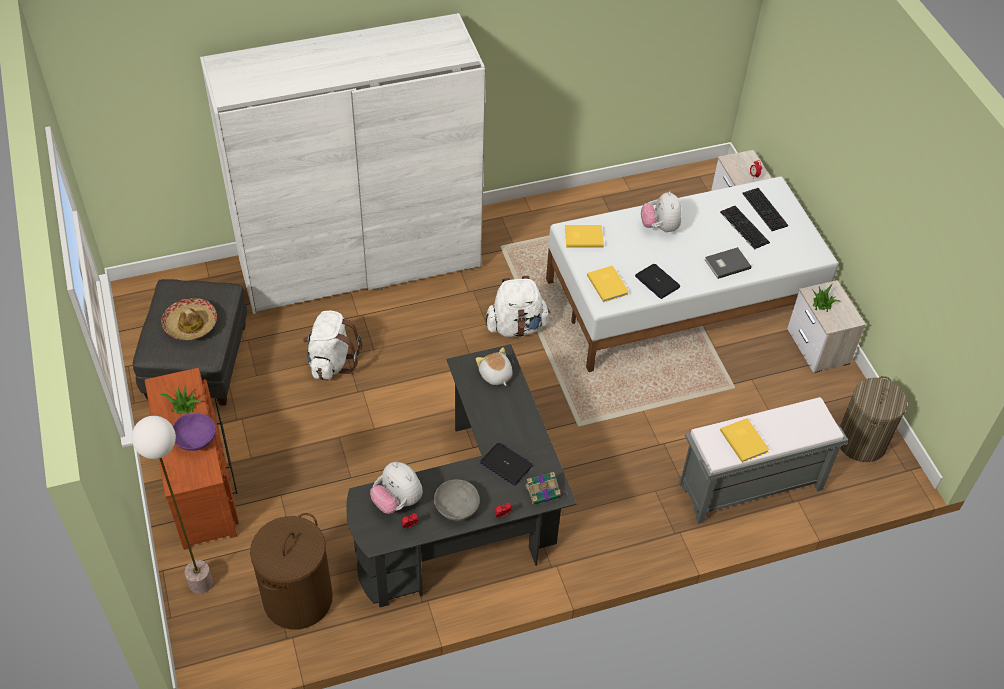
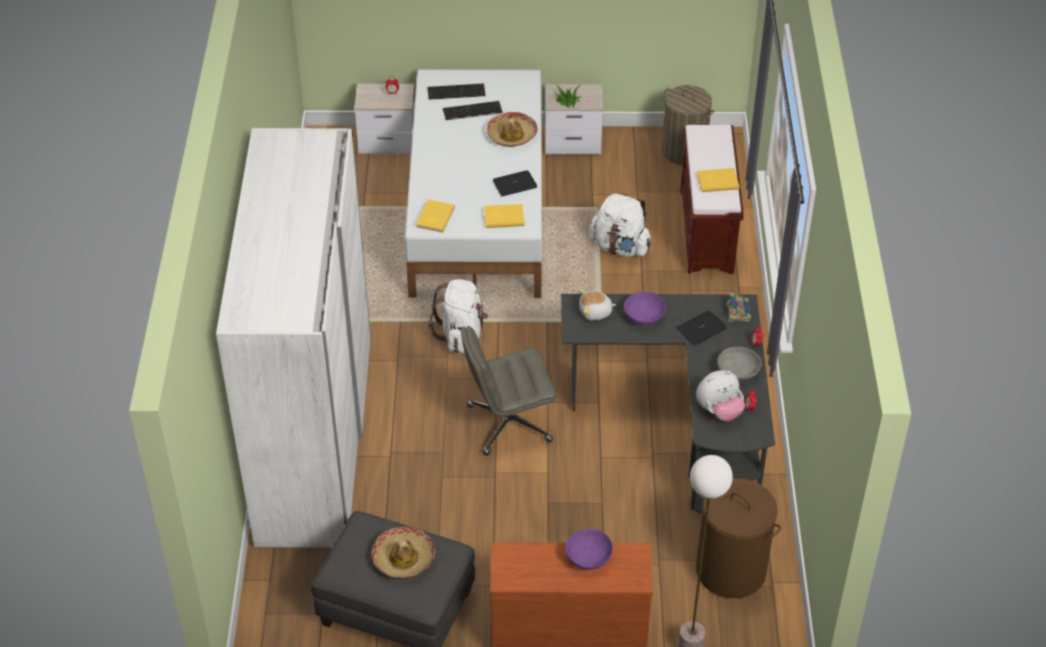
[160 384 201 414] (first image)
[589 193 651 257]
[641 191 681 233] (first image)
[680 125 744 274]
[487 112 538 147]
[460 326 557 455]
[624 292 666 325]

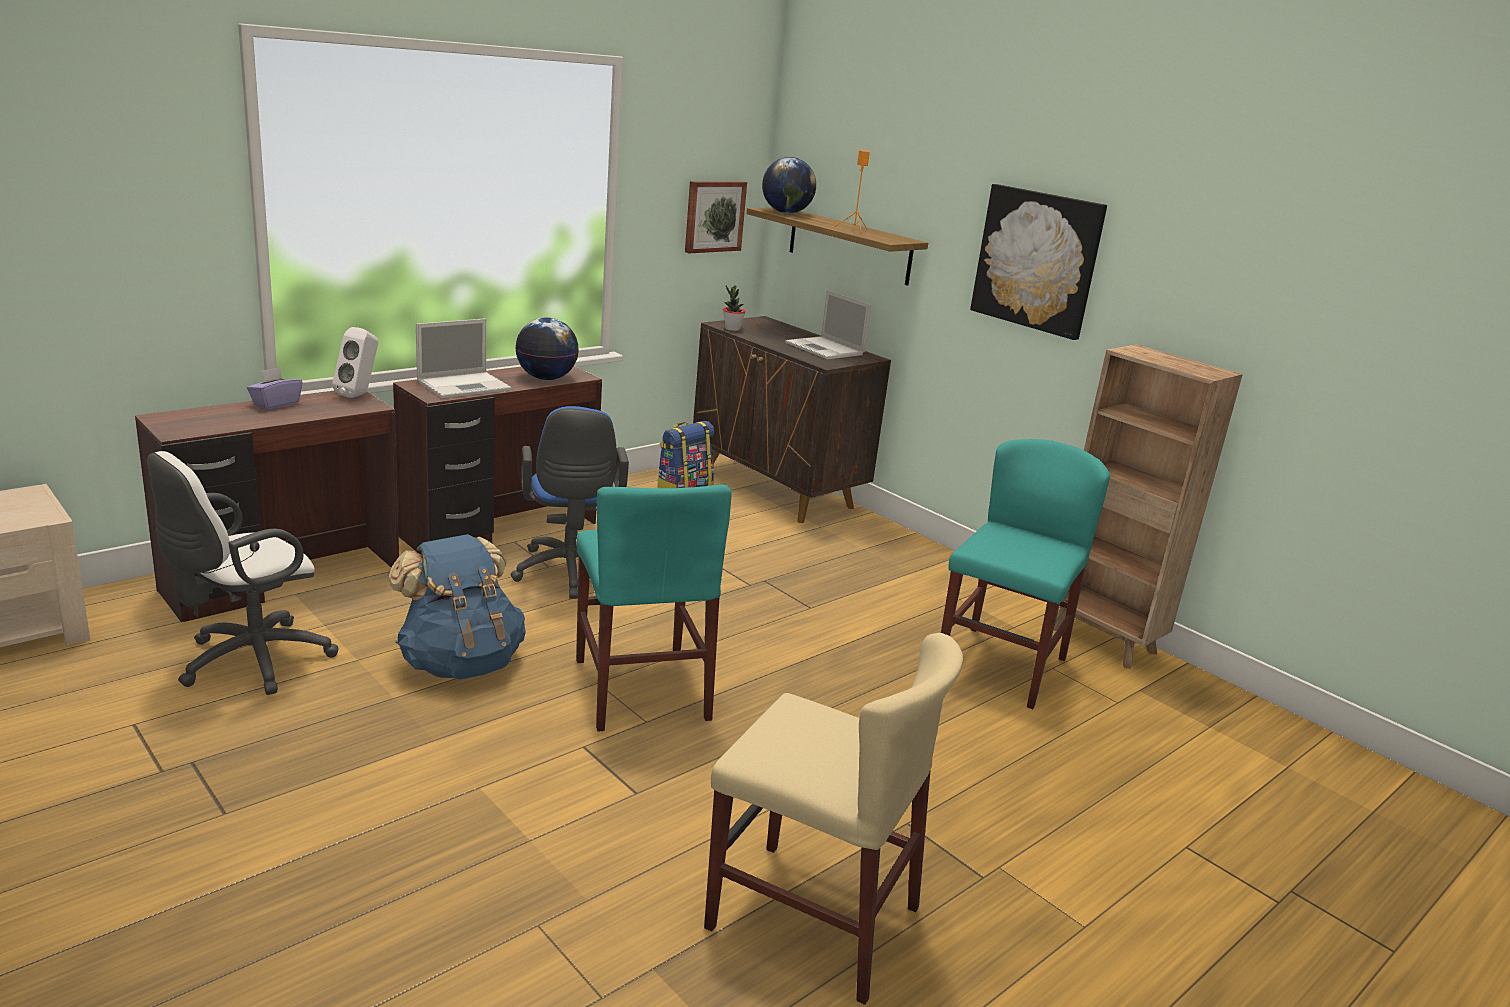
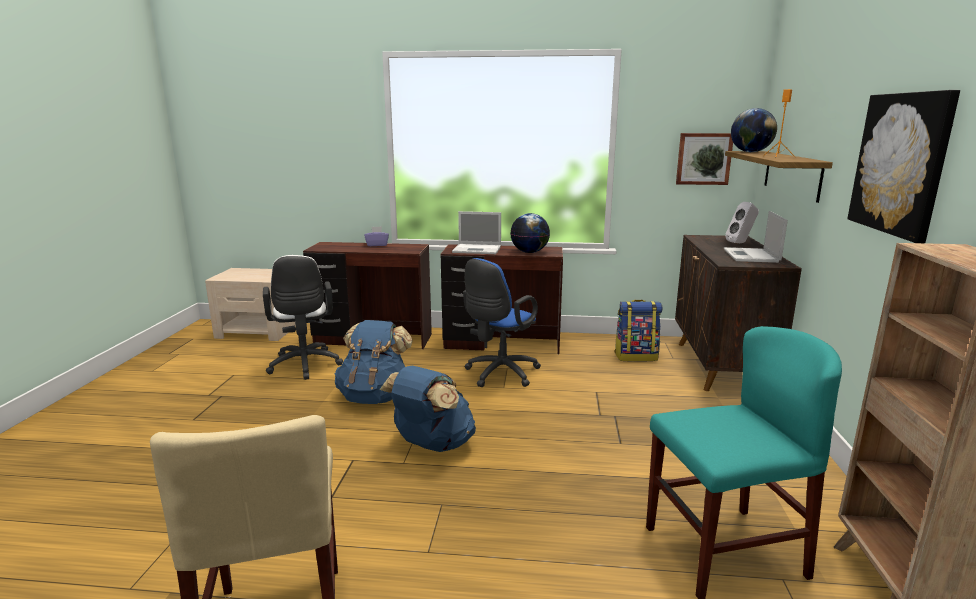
[263 255 343 380]
[725 202 759 243]
[379 366 476 452]
[723 285 746 331] (first image)

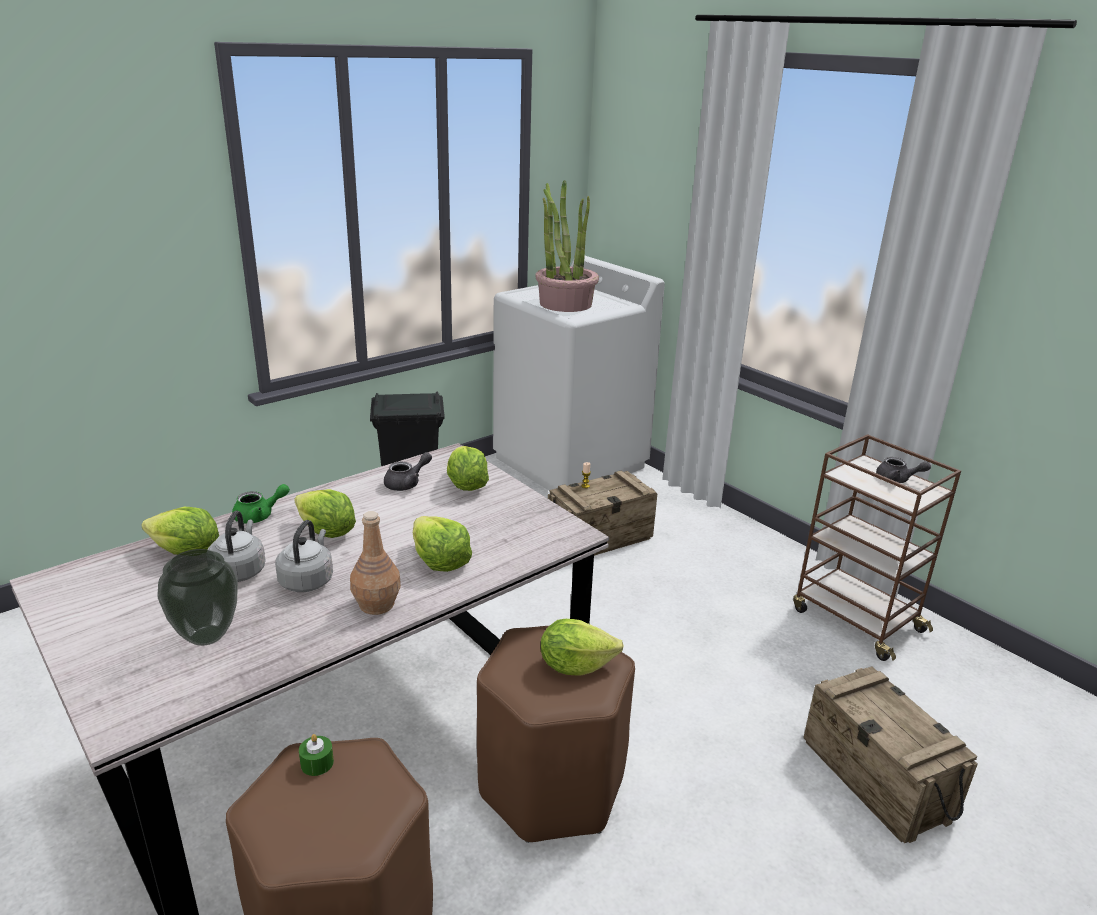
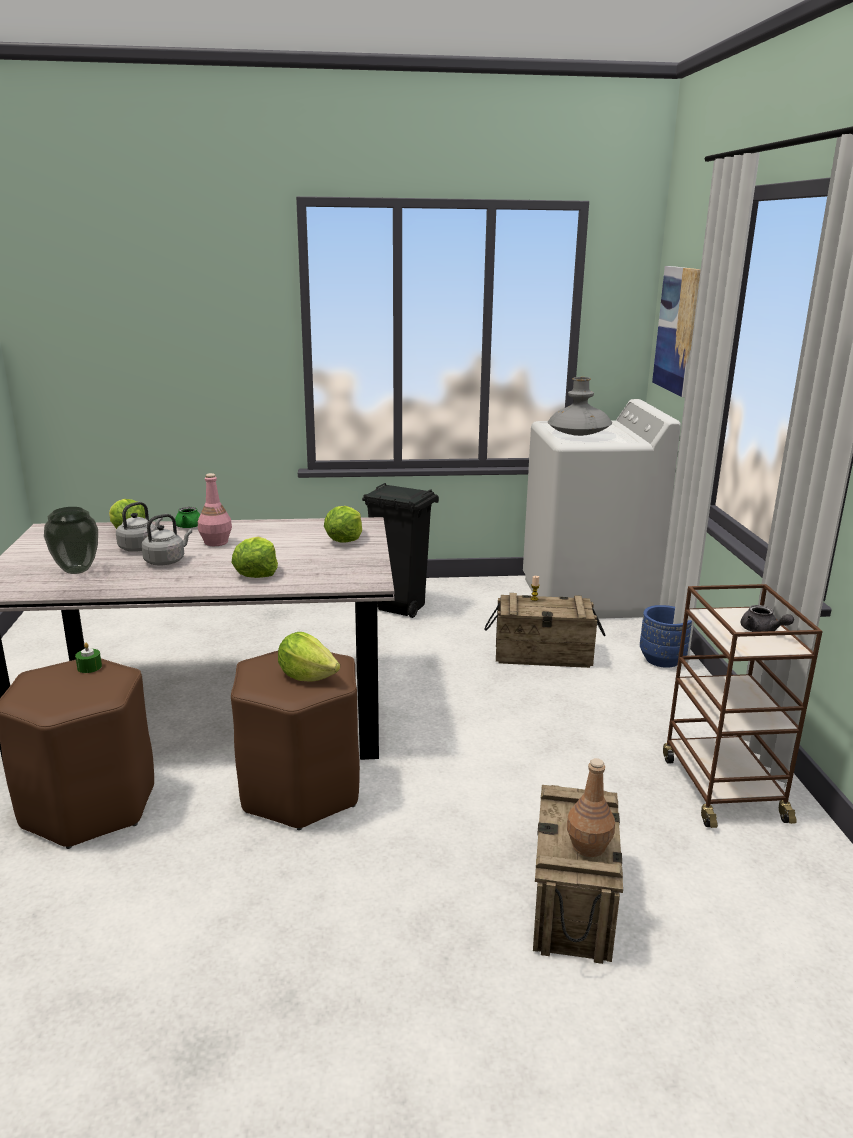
[198 473 232 546]
[567 758 615 857]
[384 452 432 491] (first image)
[548 377 612 436]
[640 605 692 668]
[652 266 701 397]

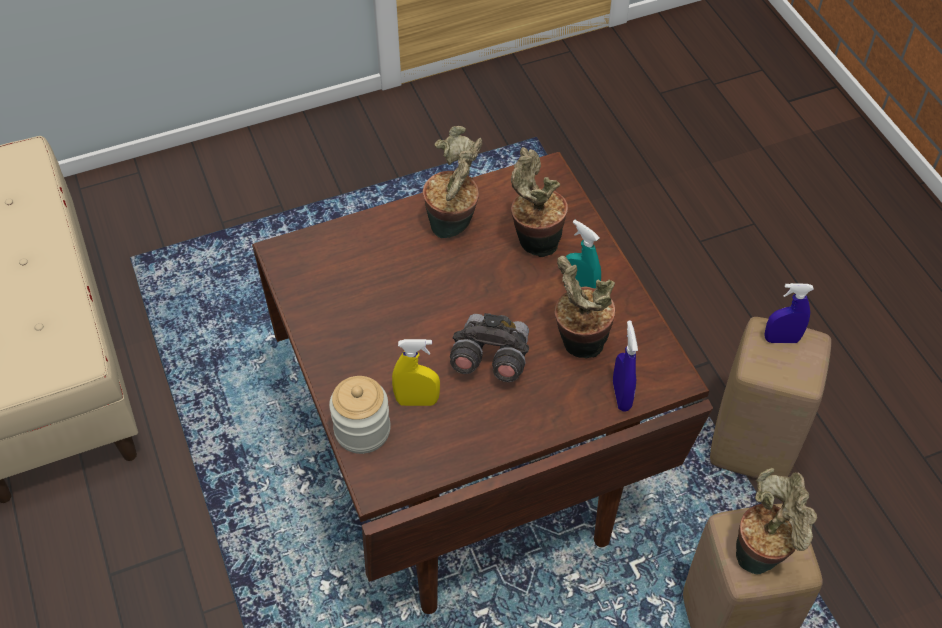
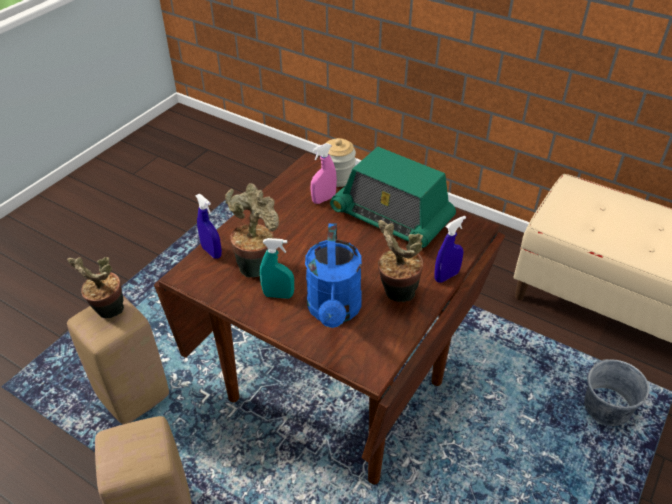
[311 143 337 204]
[450 313 529 382] (first image)
[305 224 362 328]
[434 216 466 283]
[330 147 456 248]
[584 359 650 426]

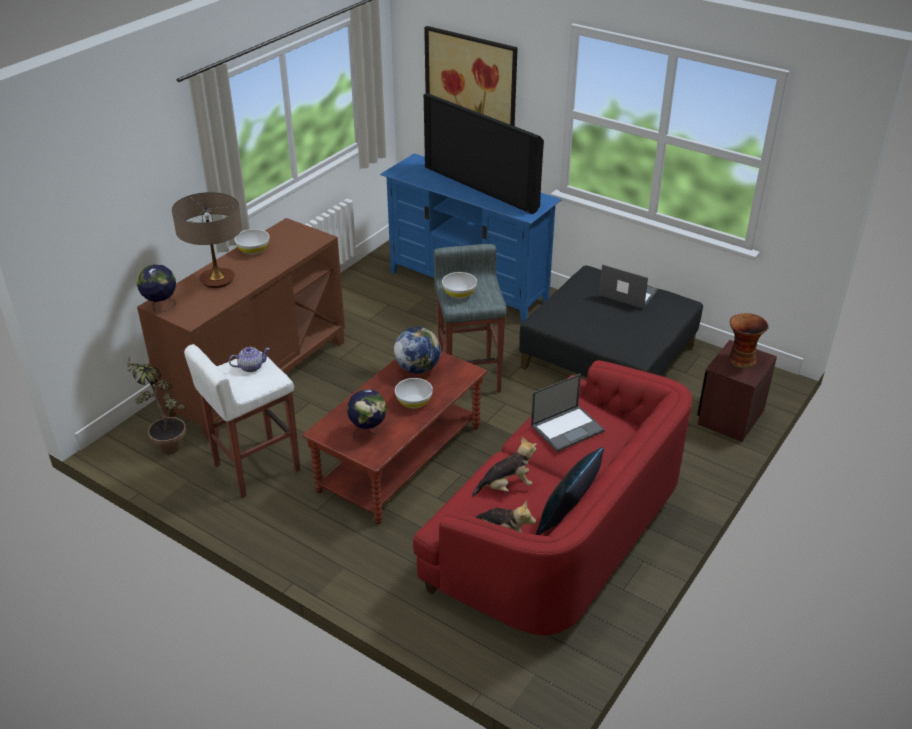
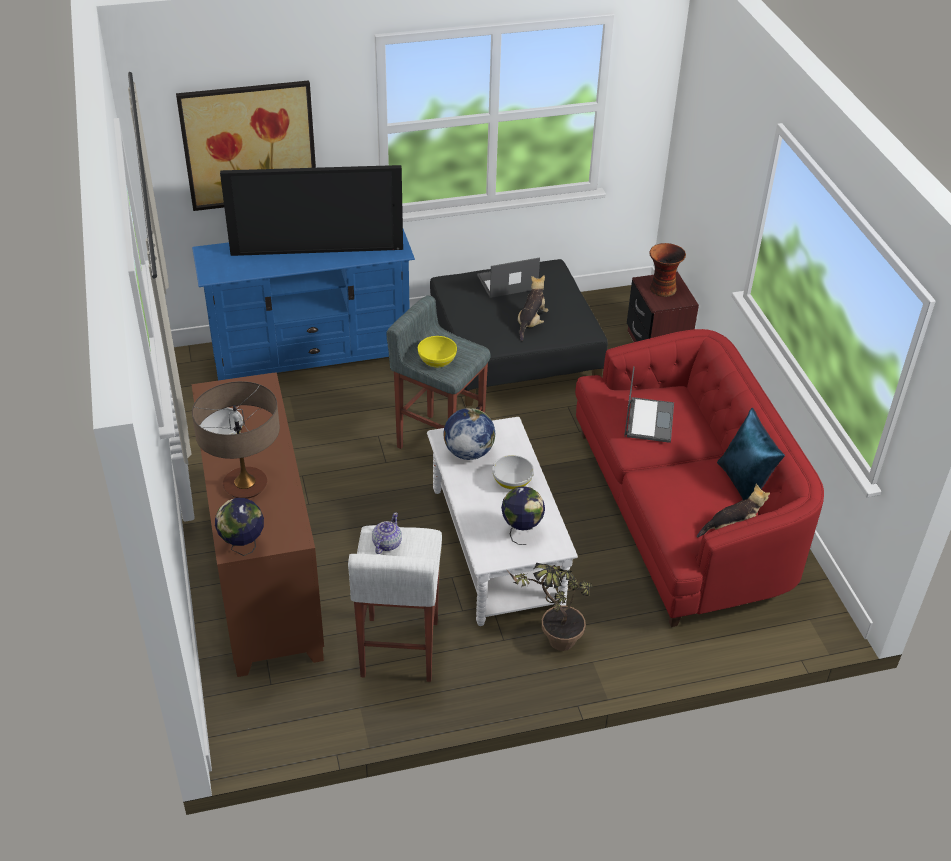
[508 563 592 651]
[427 417 578 626]
[418 336 457 368]
[518 275 549 341]

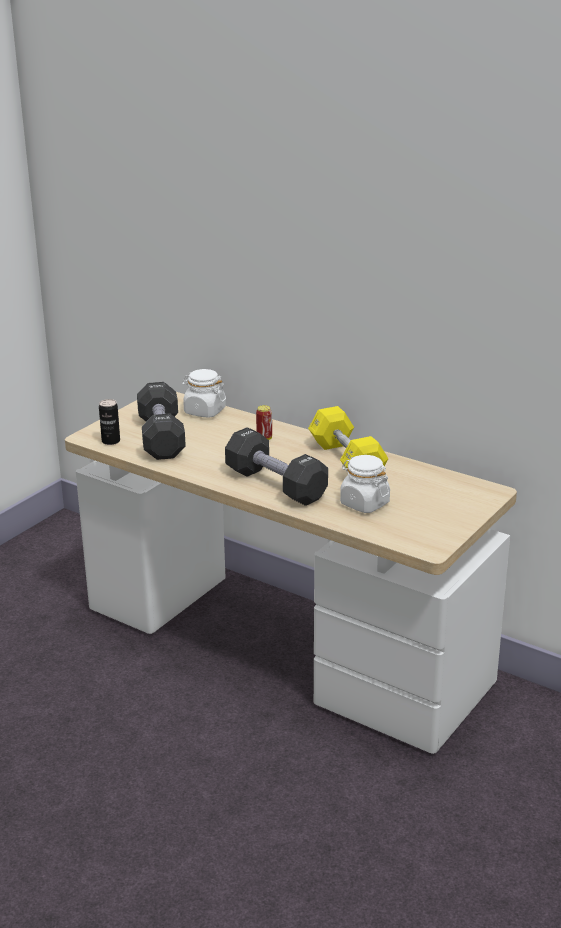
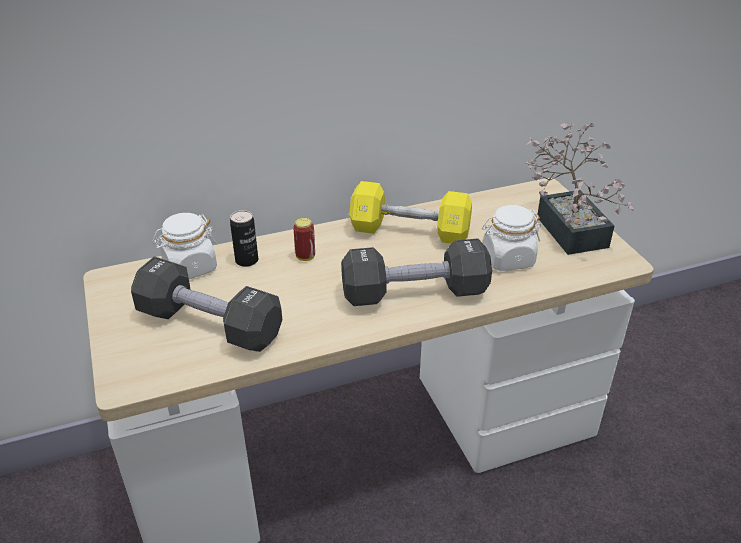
[230 210 258 267]
[525 122 634 255]

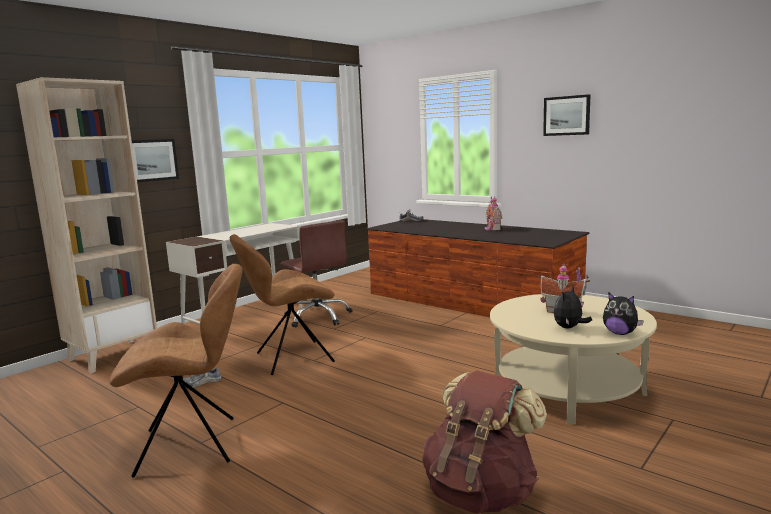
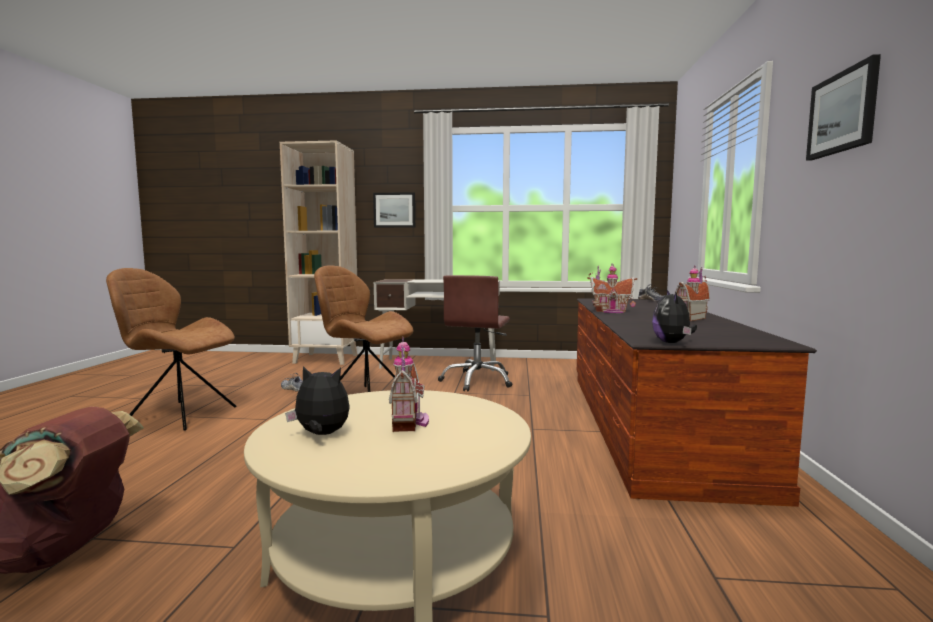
[106 268 236 431]
[652 290 697 343]
[587 263 637 313]

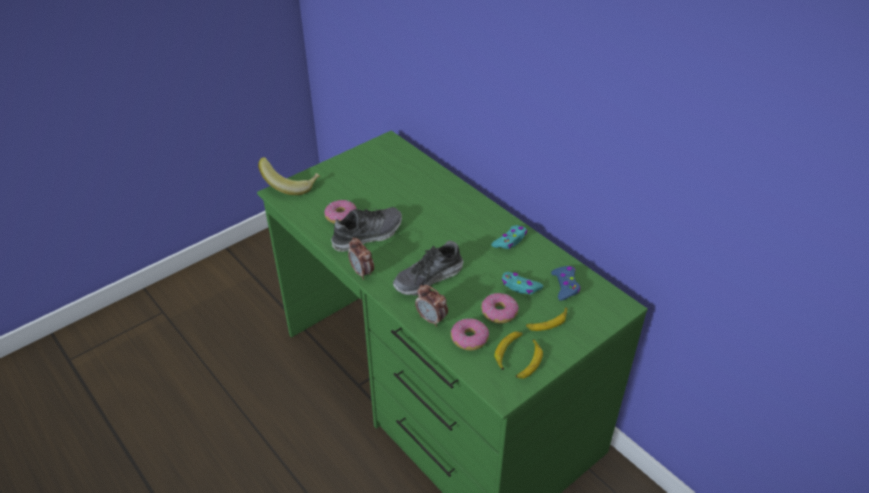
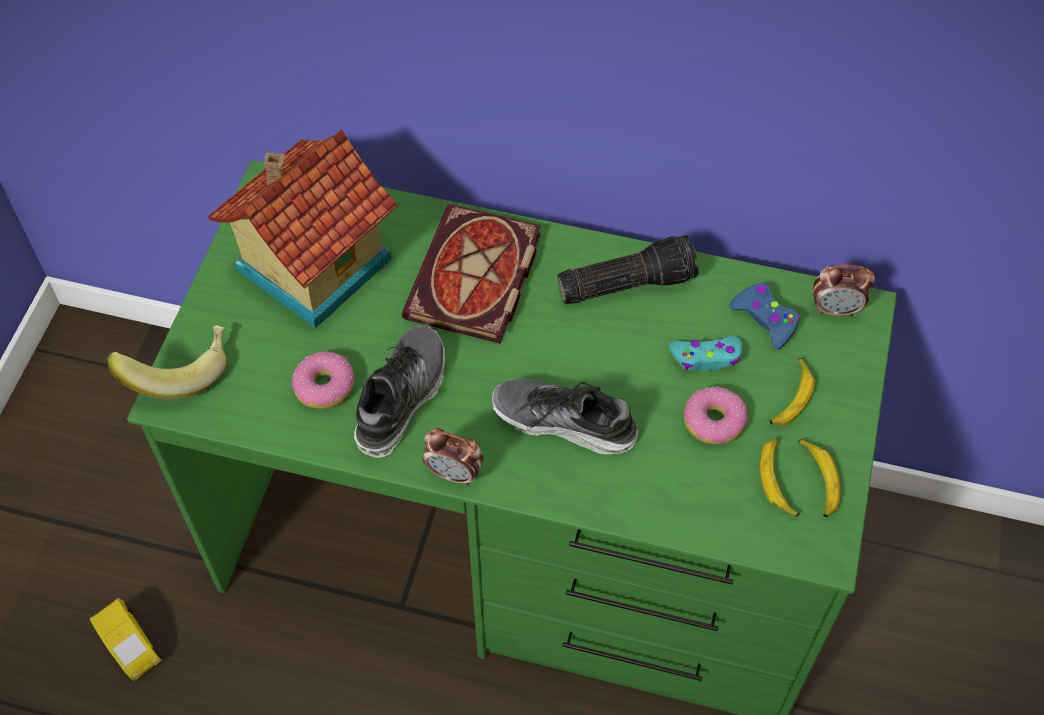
[492 379 638 455]
[813 265 875 317]
[451 318 489 351] (first image)
[557 235 699 304]
[90 598 162 681]
[208 129 398 328]
[402 204 541 344]

